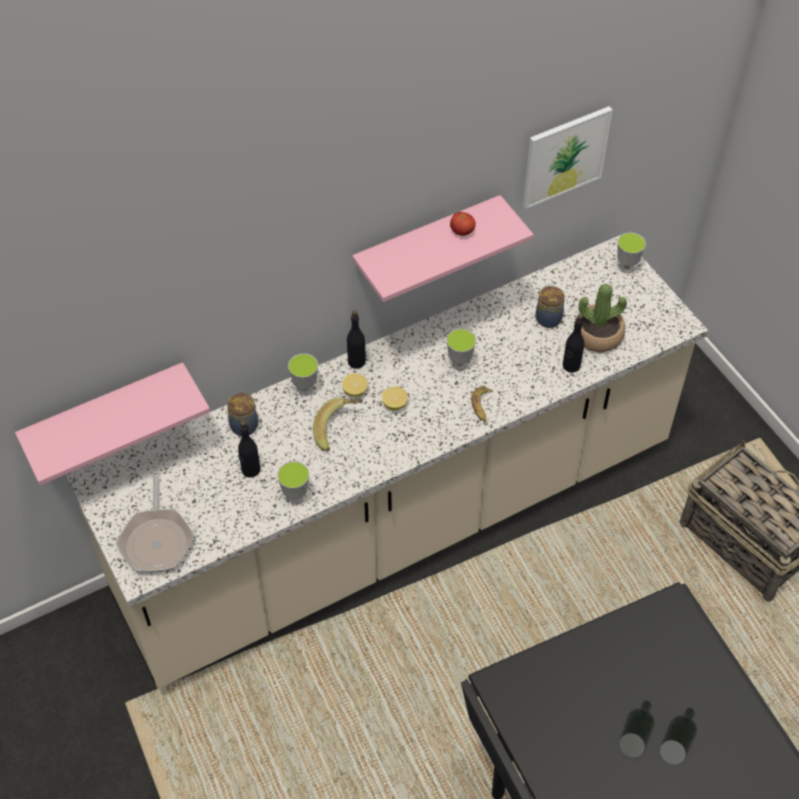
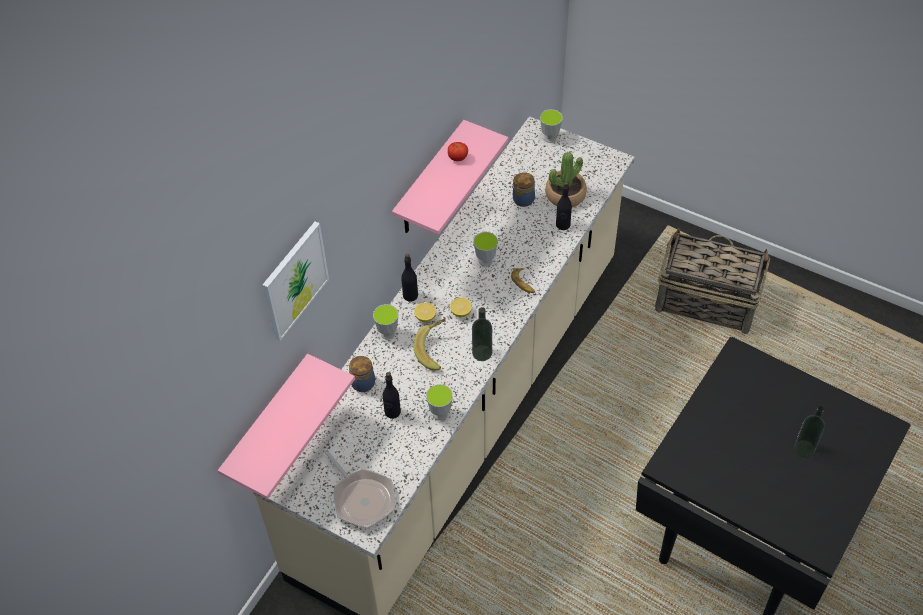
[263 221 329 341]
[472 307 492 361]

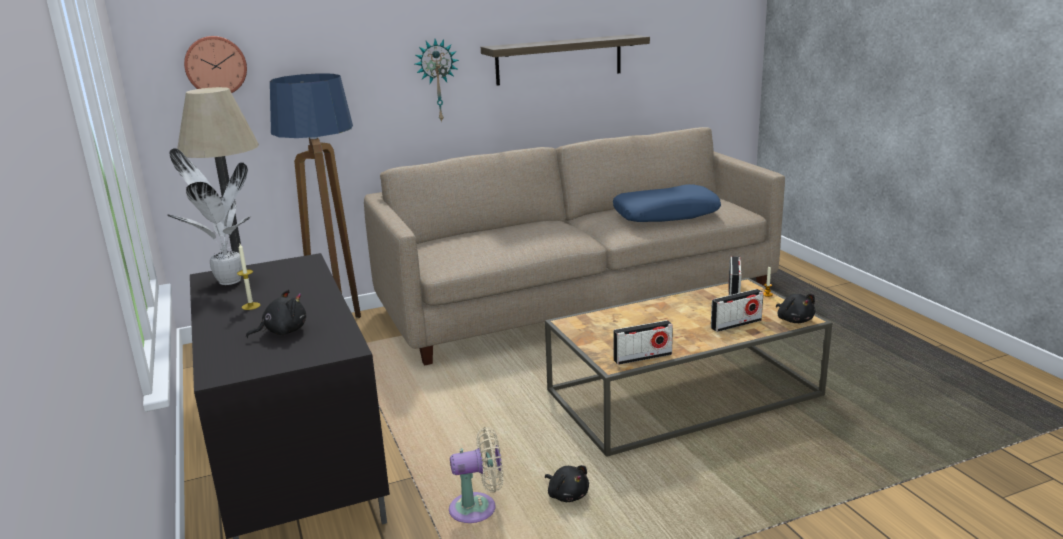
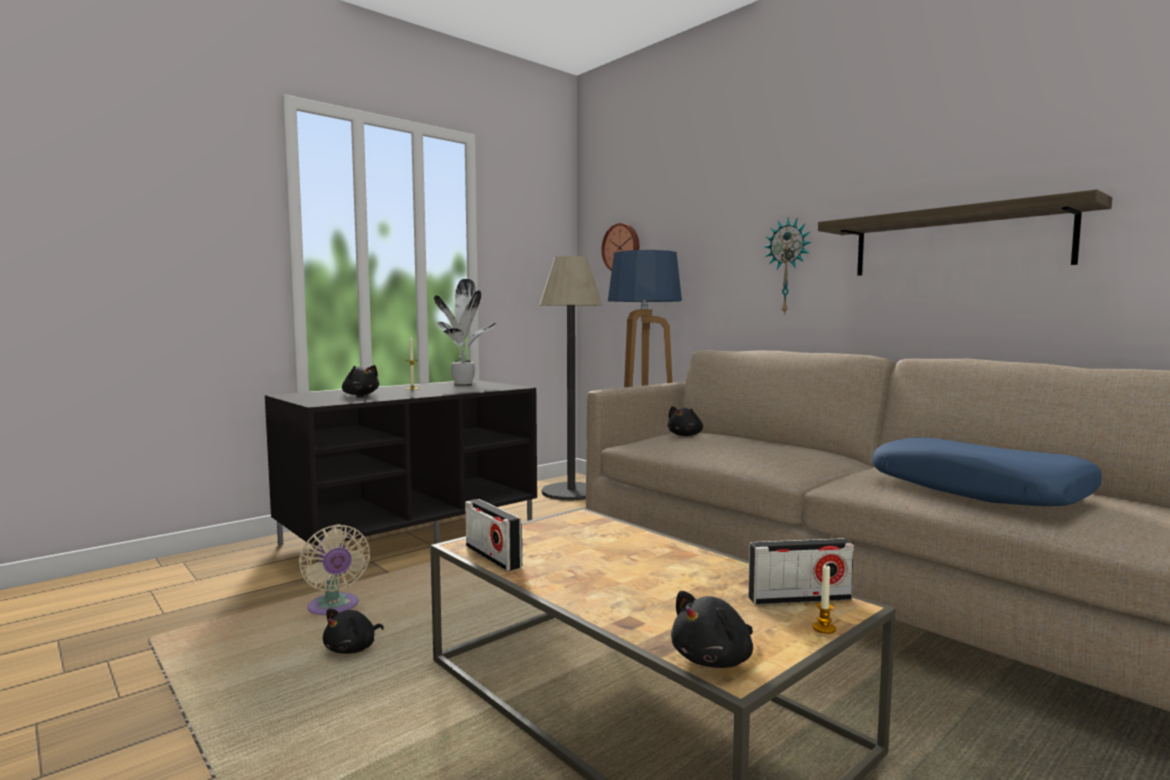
[711 289 764 332] (first image)
[668 406 703 436]

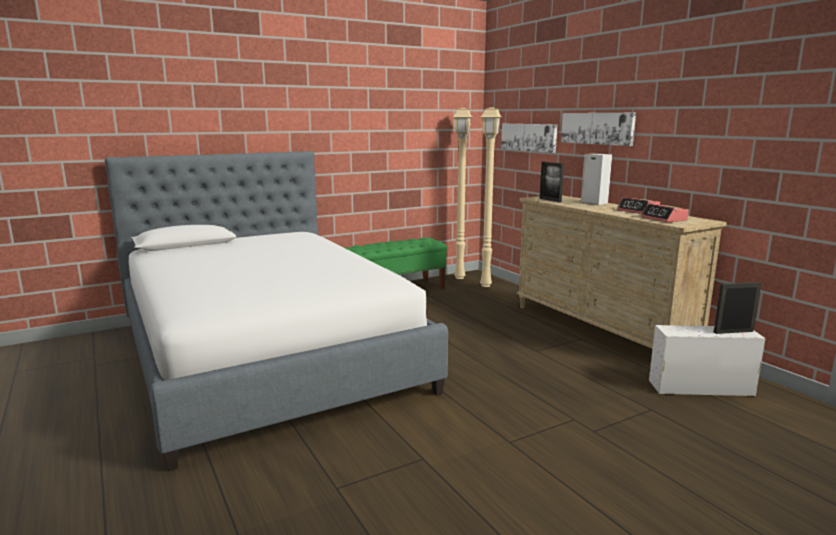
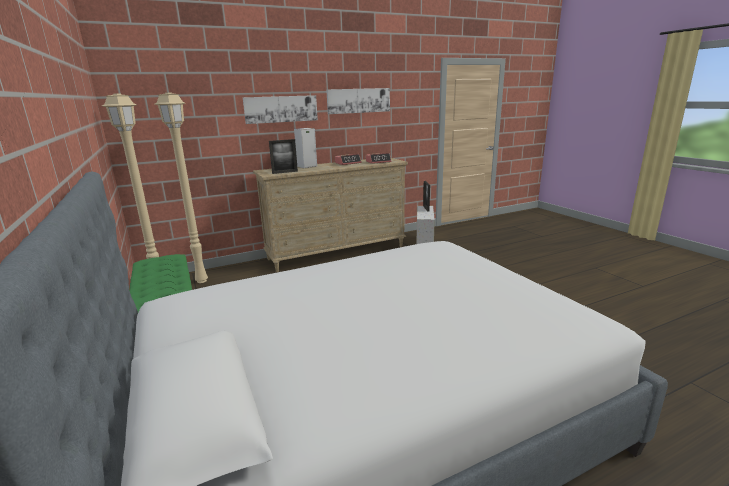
[326 88 390 114]

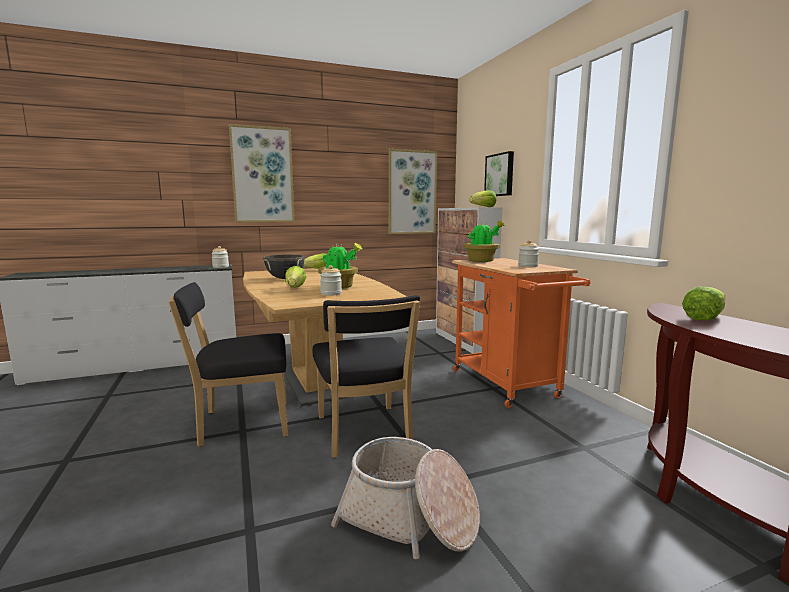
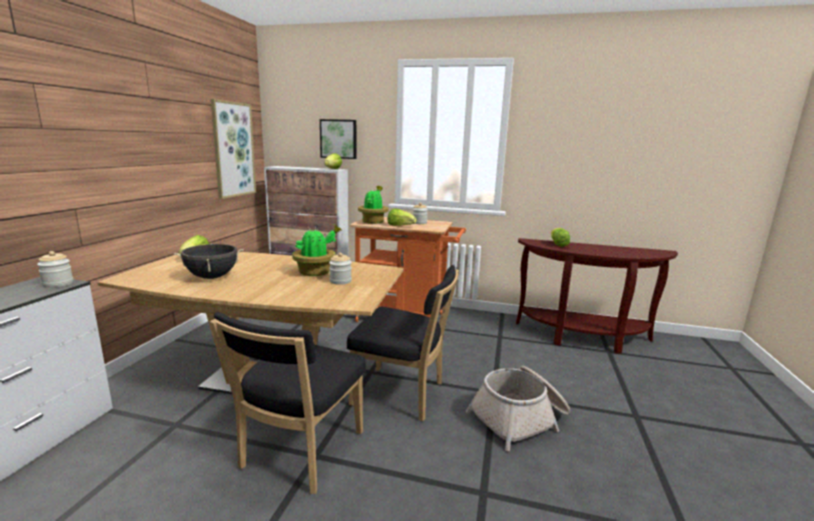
[229 124 295 222] (first image)
[387 208 417 226]

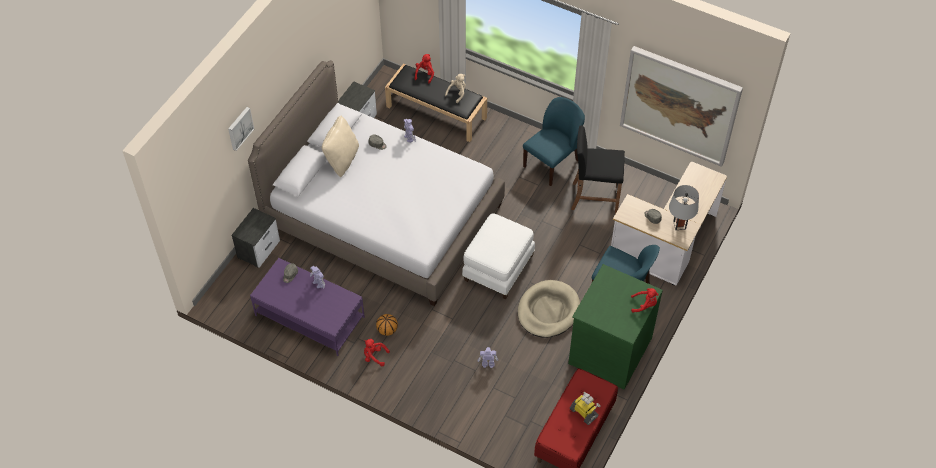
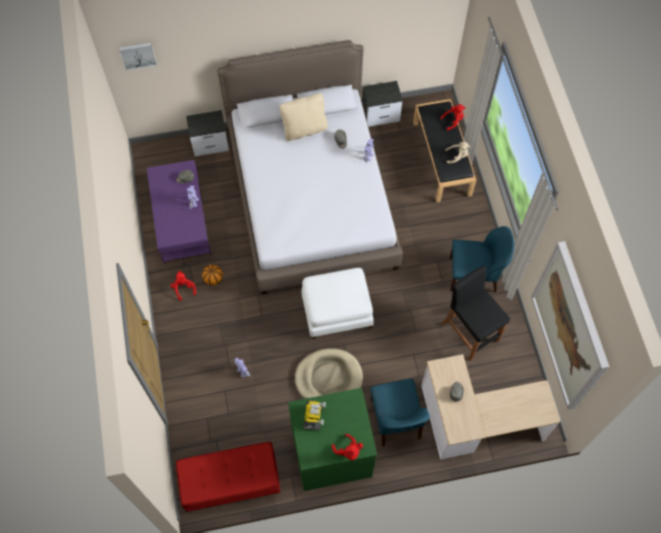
[119 42 157 71]
[303 400 326 430]
[669 185 699 230] (first image)

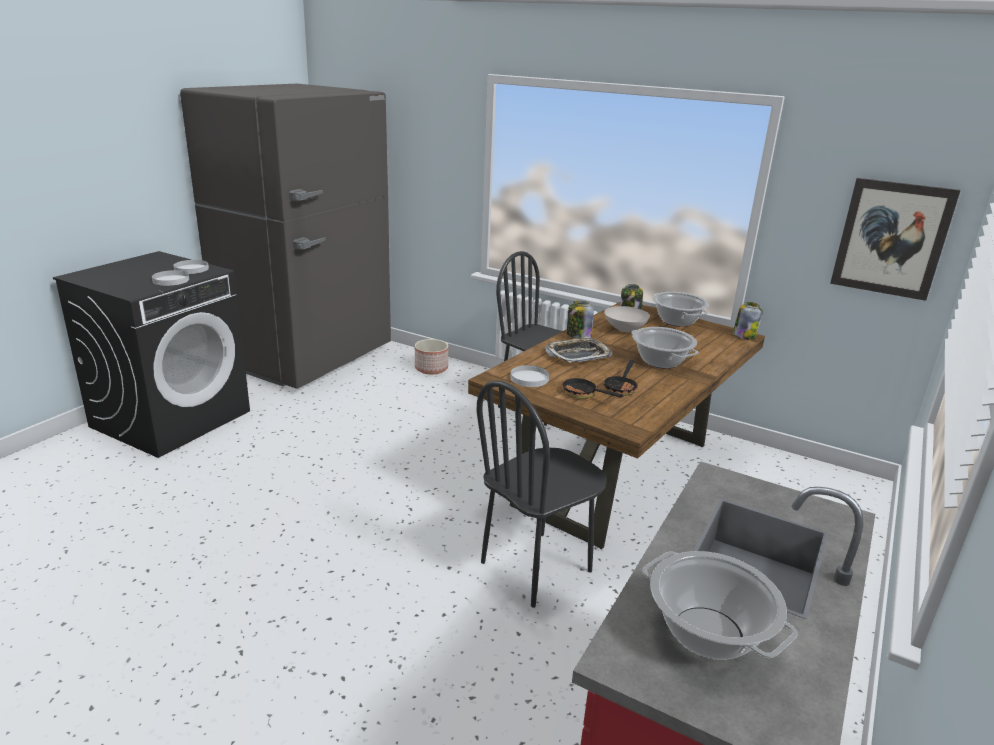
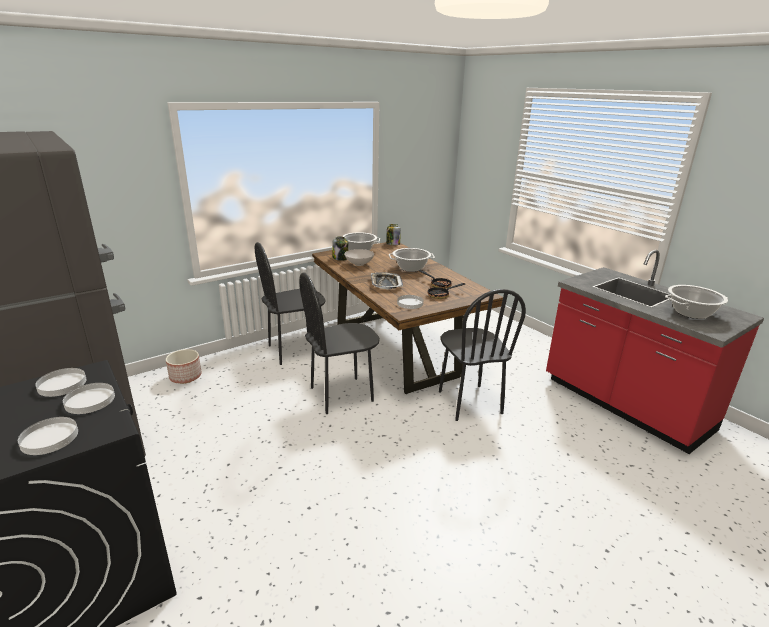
[567 301 594 338] (first image)
[830 178 960 301] (first image)
[18 417 78 455]
[299 273 380 414]

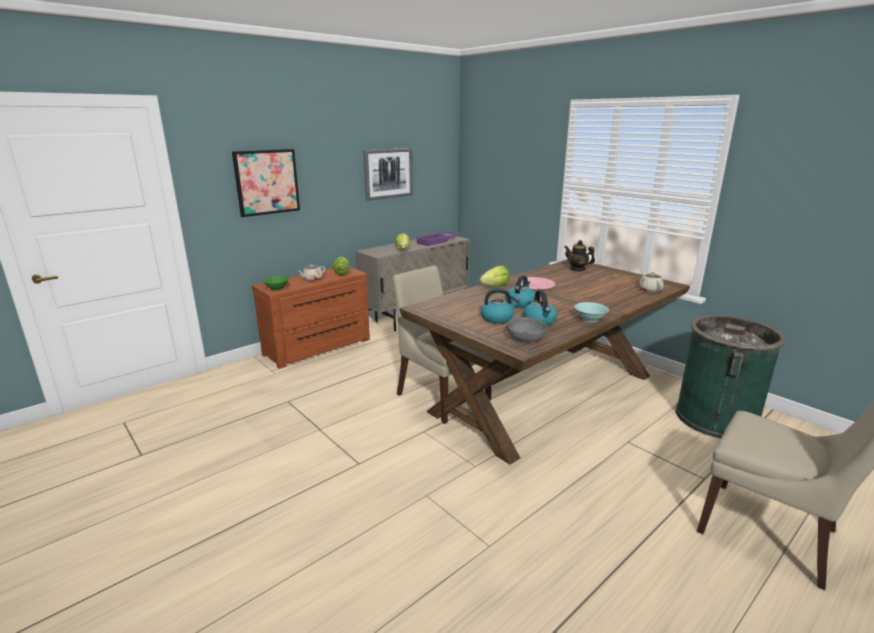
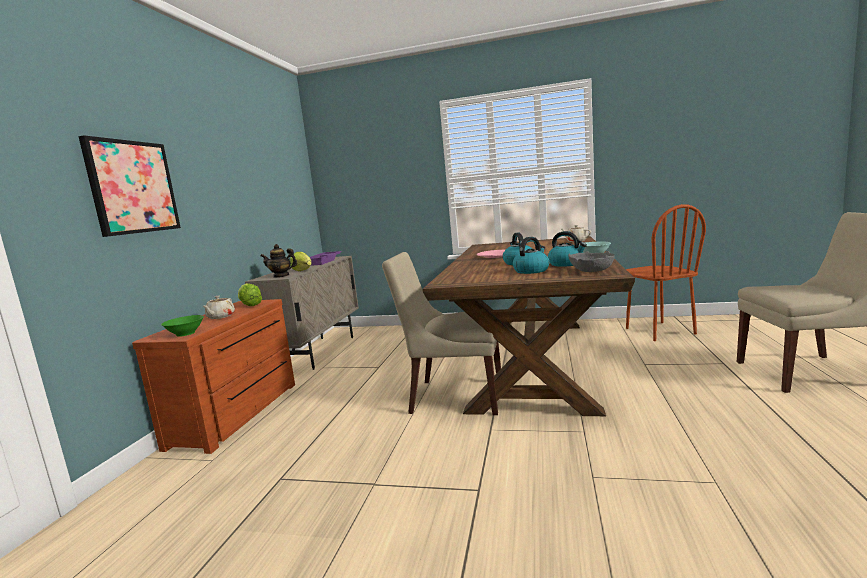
[364 148 413 201] (first image)
[479 266 510 286] (first image)
[261 244 297 278]
[626 204 706 341]

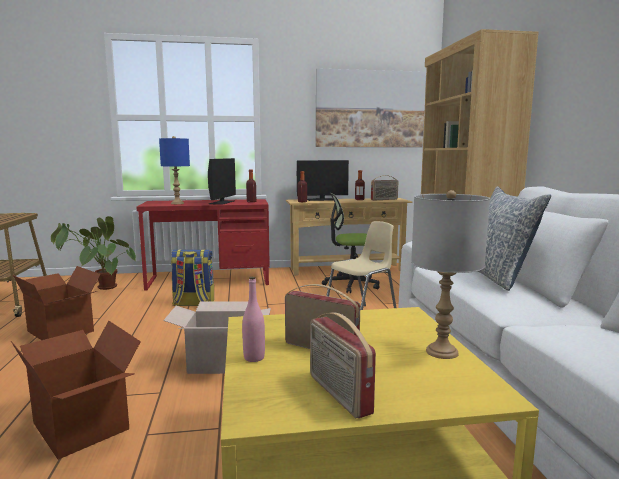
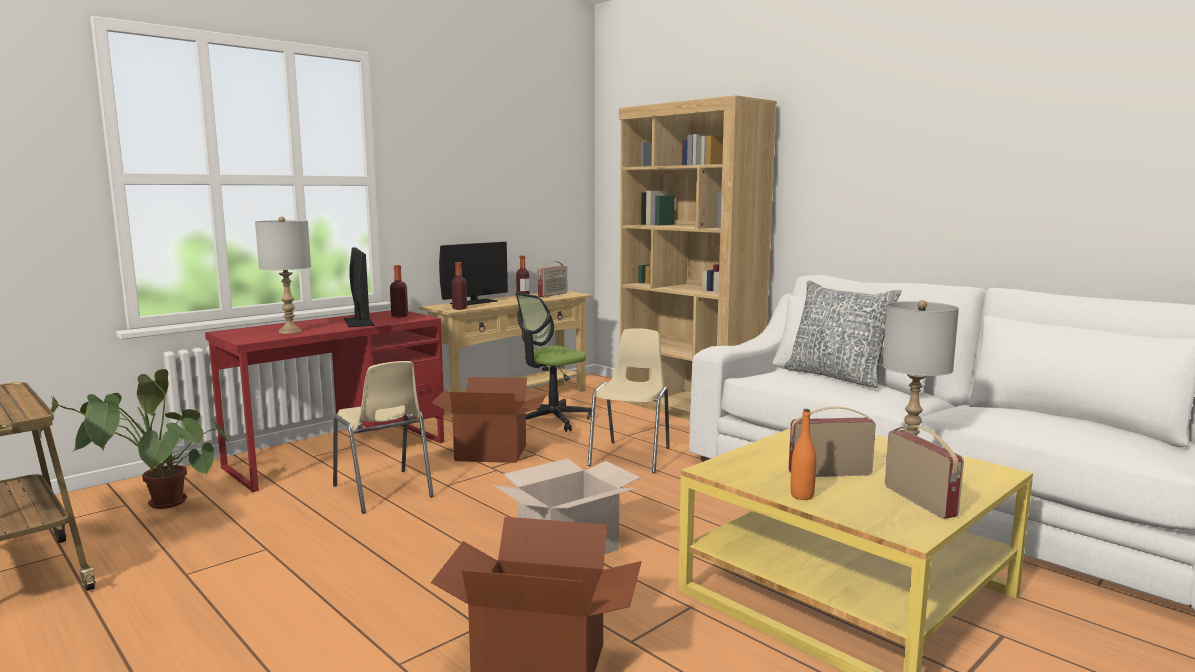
[431 377 546 463]
[255 217 311 334]
[333 361 434 514]
[791 409 816 500]
[885 425 964 519]
[316 68 426 147] (first image)

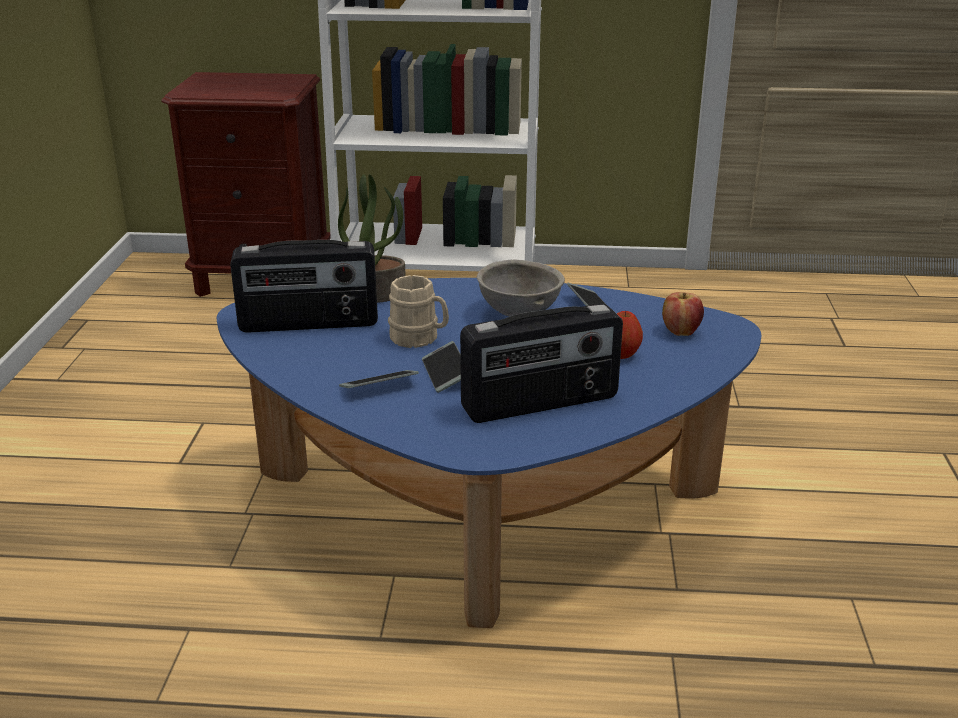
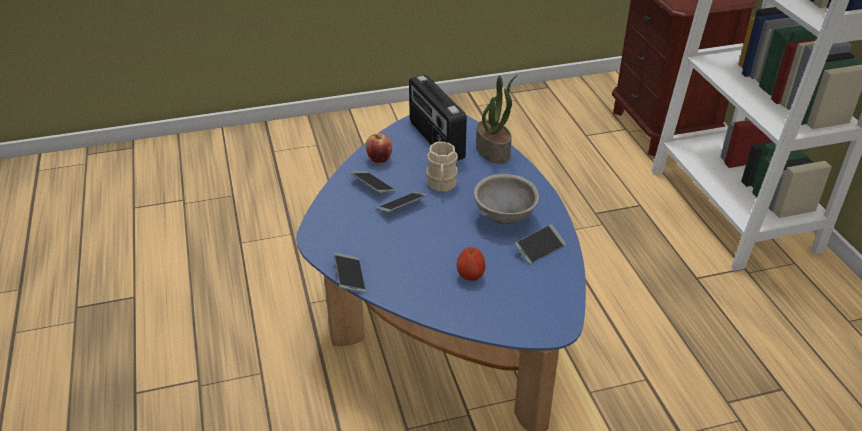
[460 304 623 423] (first image)
[366 134 392 163]
[334 253 366 293]

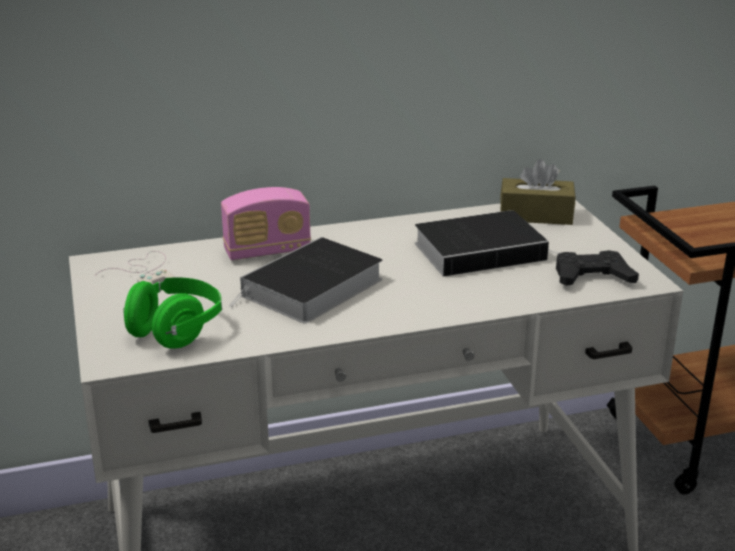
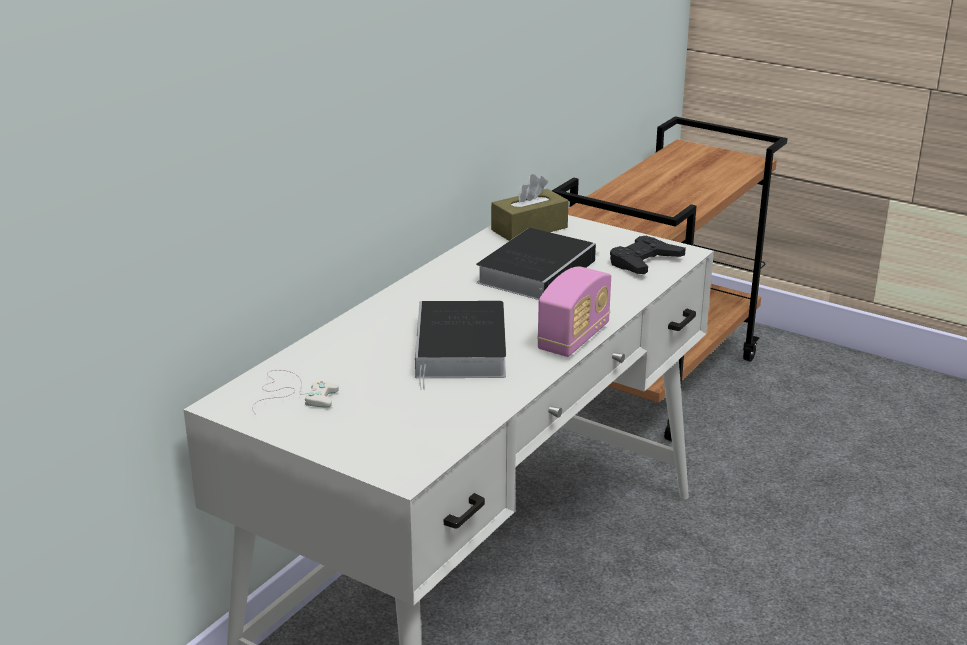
[123 277 222 349] (first image)
[537 267 611 357]

